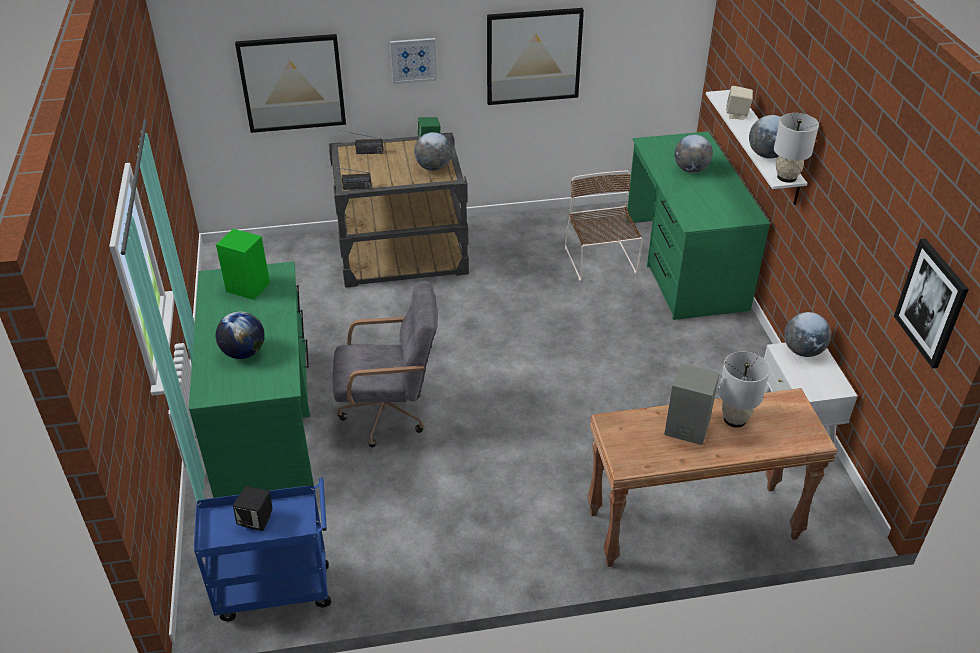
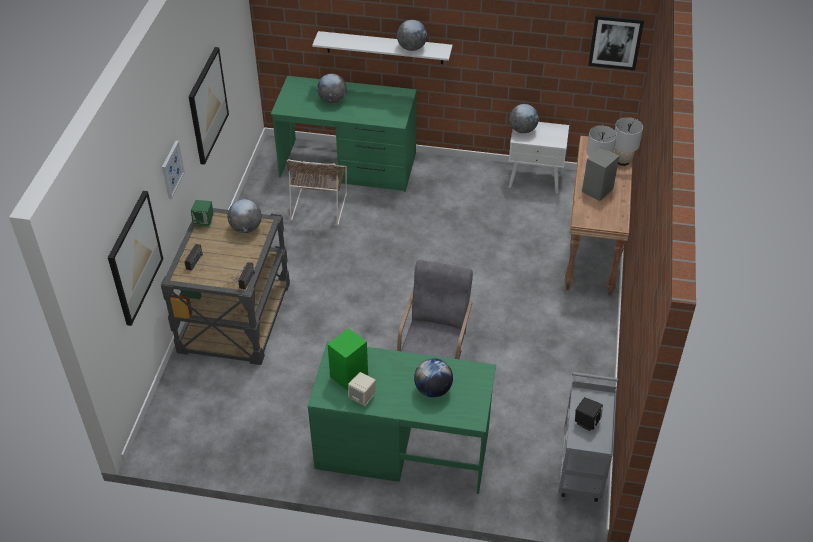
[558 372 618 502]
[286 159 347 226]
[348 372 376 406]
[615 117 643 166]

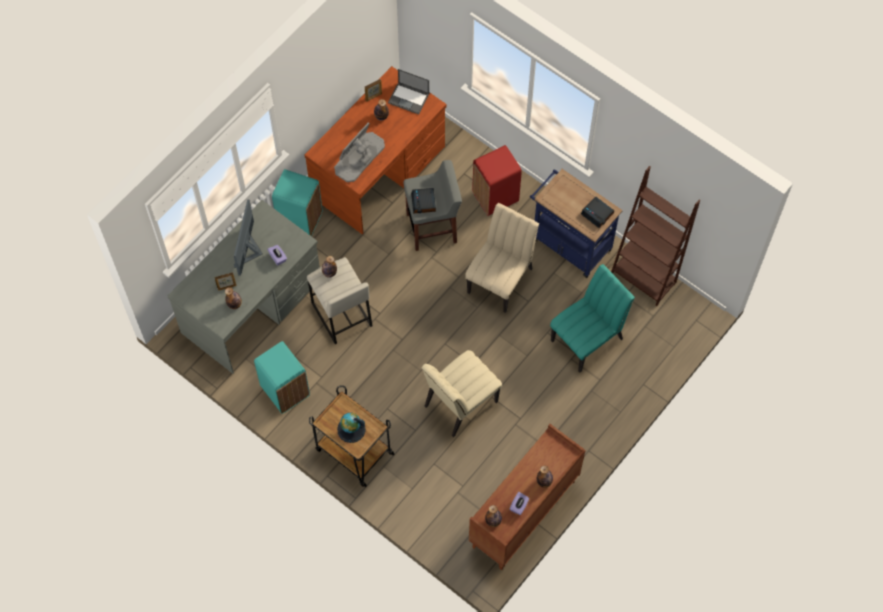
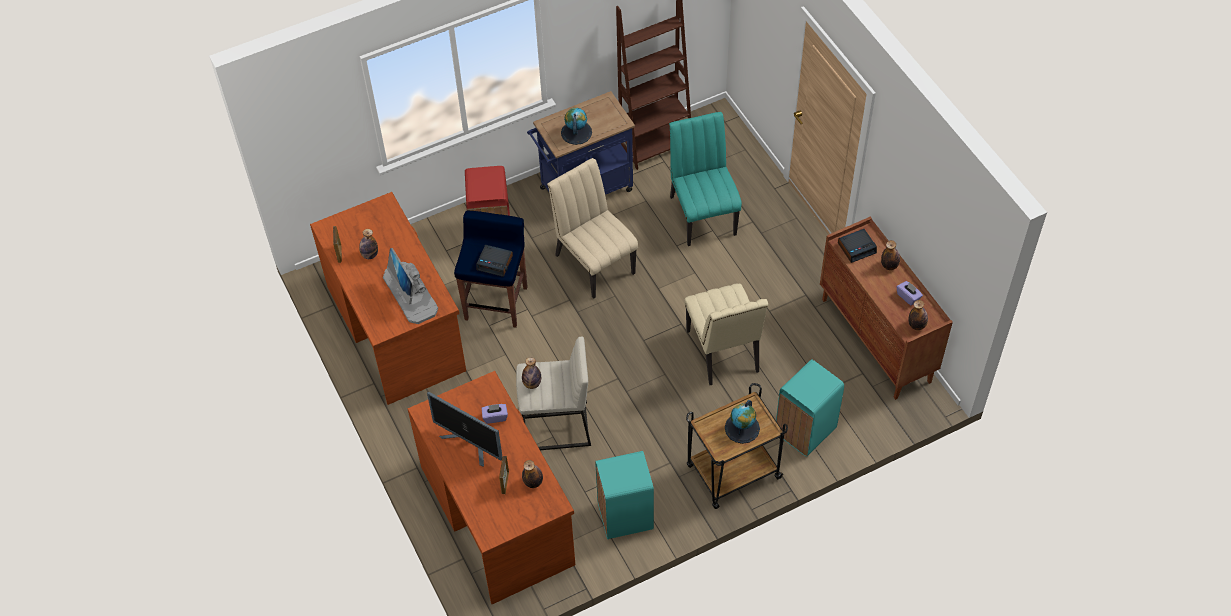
[408 371 575 604]
[776 360 844 457]
[388 69 429 114] (first image)
[454 211 528 328]
[838 229 877 263]
[561 108 592 145]

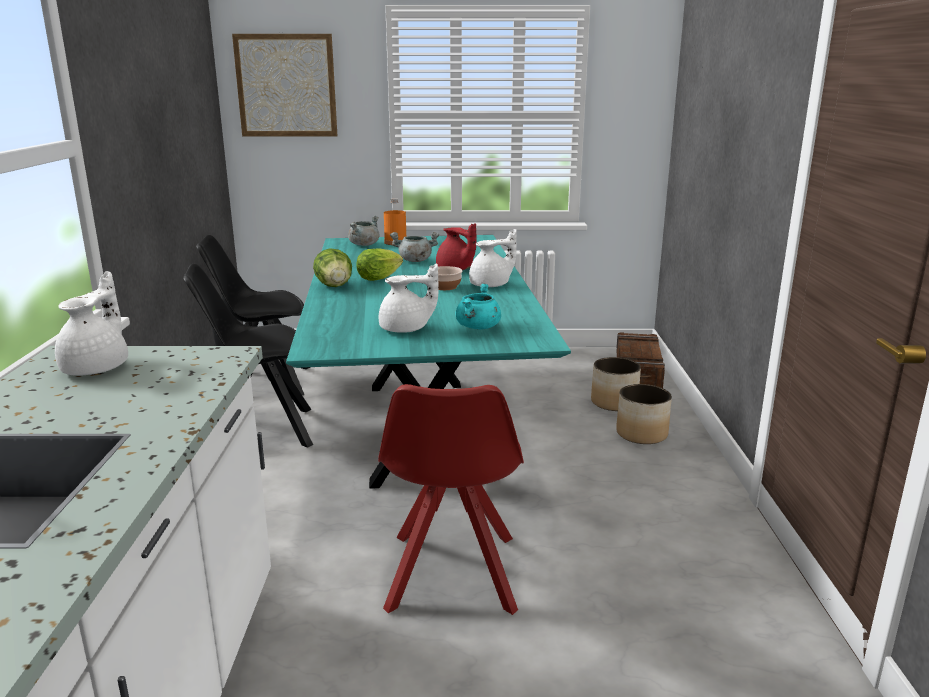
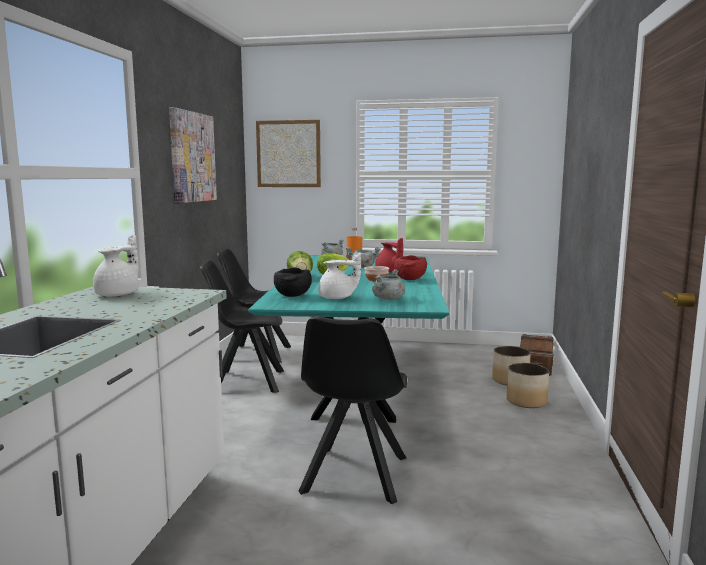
[298 316 407 504]
[372 269 405 300]
[394 255 427 280]
[169 107 217 203]
[274 268 312 297]

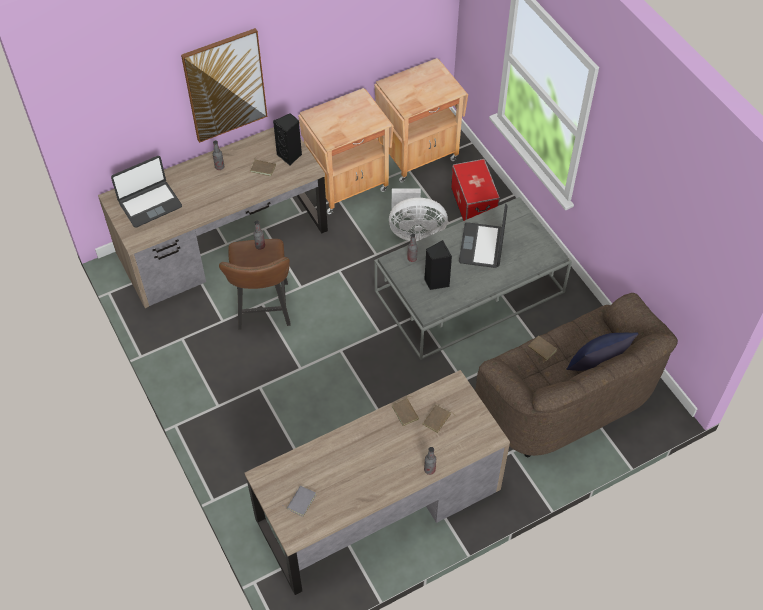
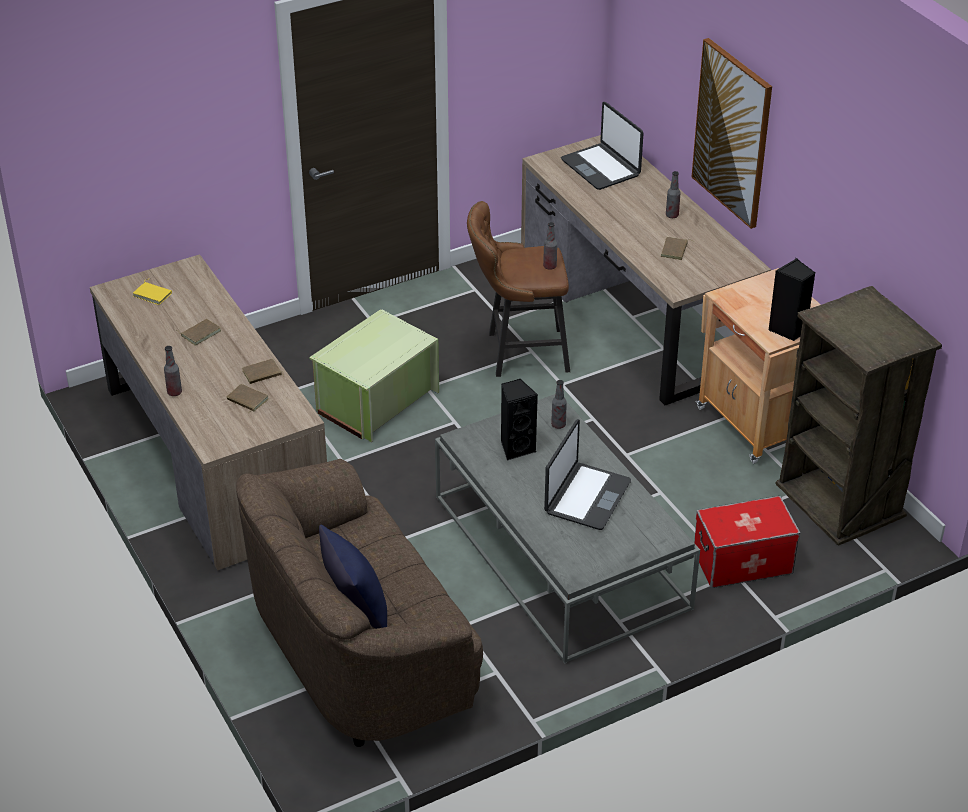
[769 259 815 341]
[133 278 172 305]
[775 286 942 545]
[389 188 448 241] (first image)
[544 419 631 530]
[177 319 221 346]
[309 309 439 442]

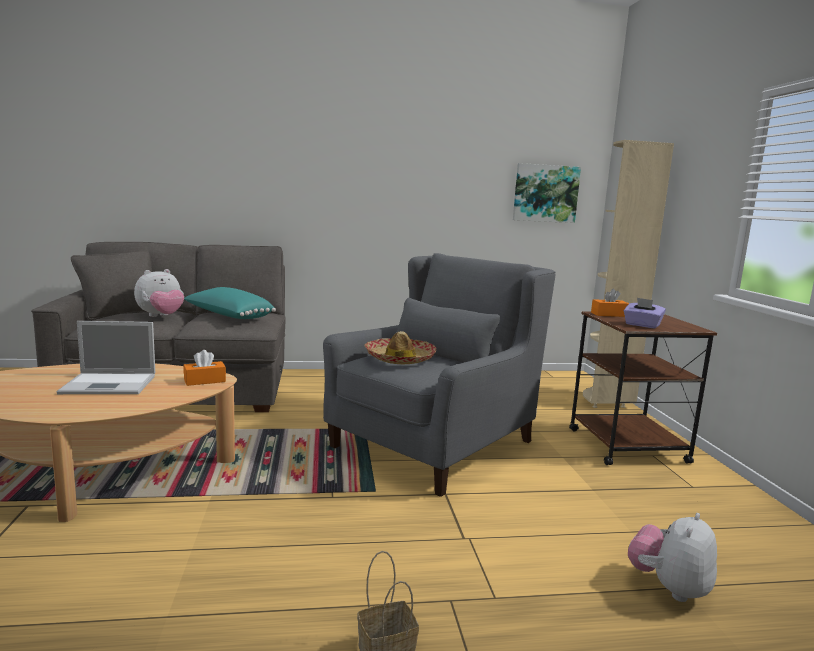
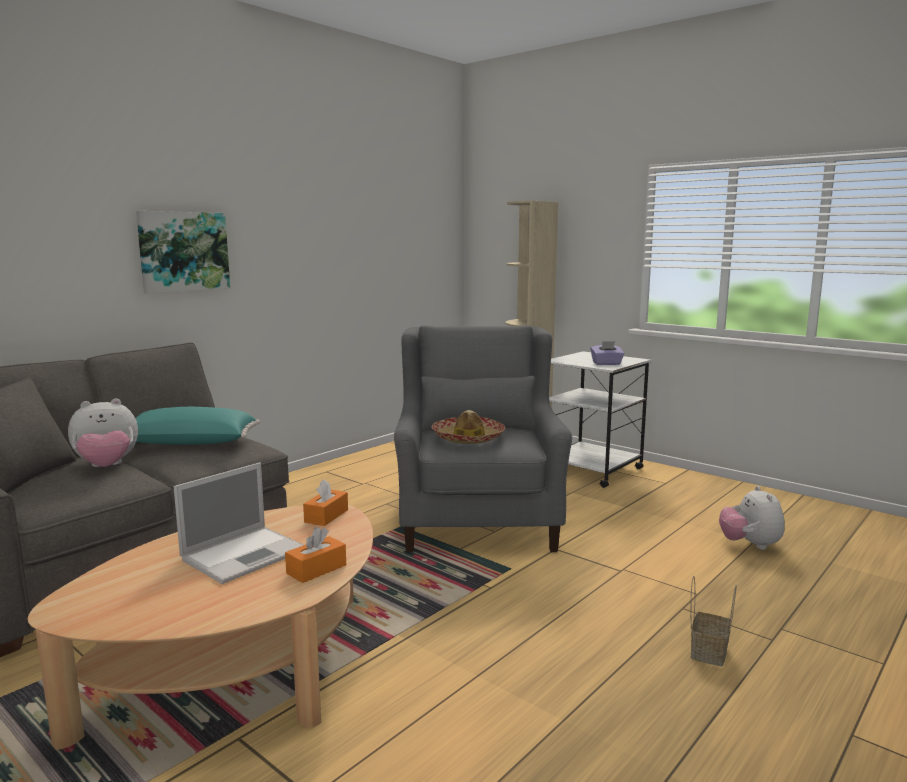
[68 398 138 467]
[136 211 230 293]
[549 351 651 488]
[285 527 346 583]

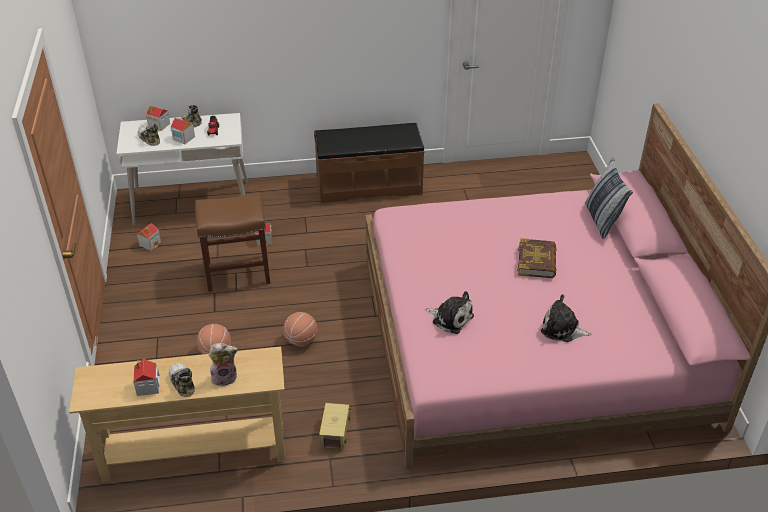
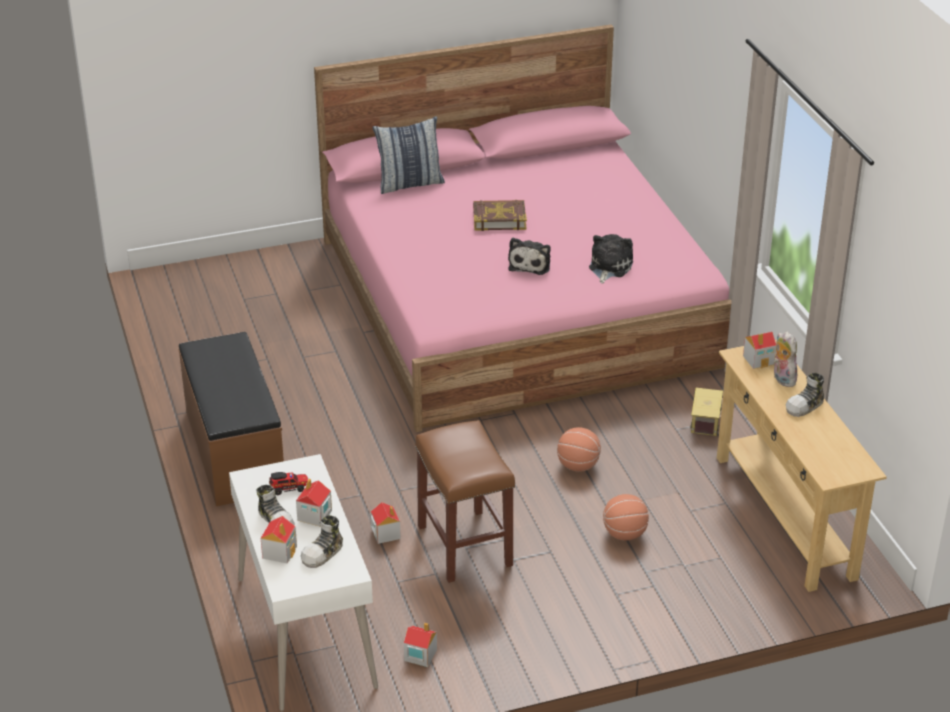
[743 332 776 369]
[691 388 723 436]
[508 238 551 275]

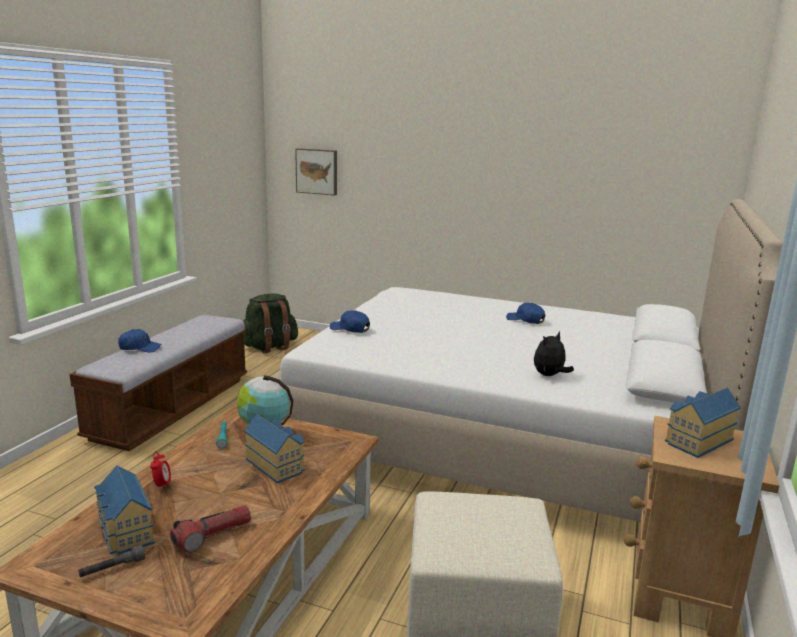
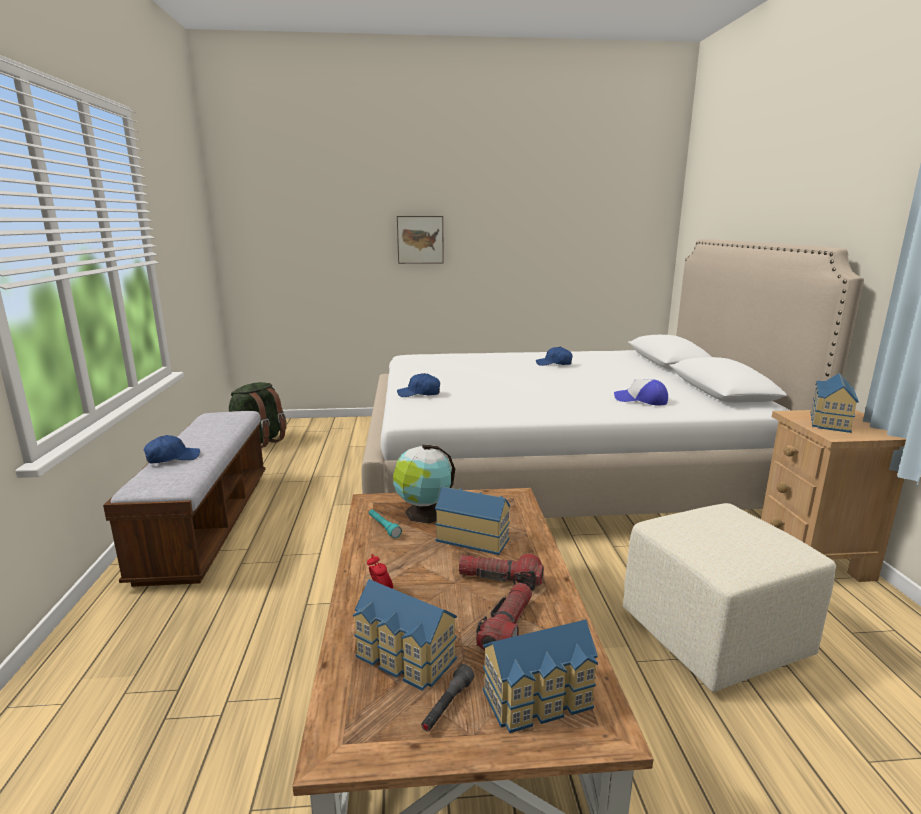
[397 216 444 264]
[614 379 668 406]
[459 554 544 591]
[483 619 598 733]

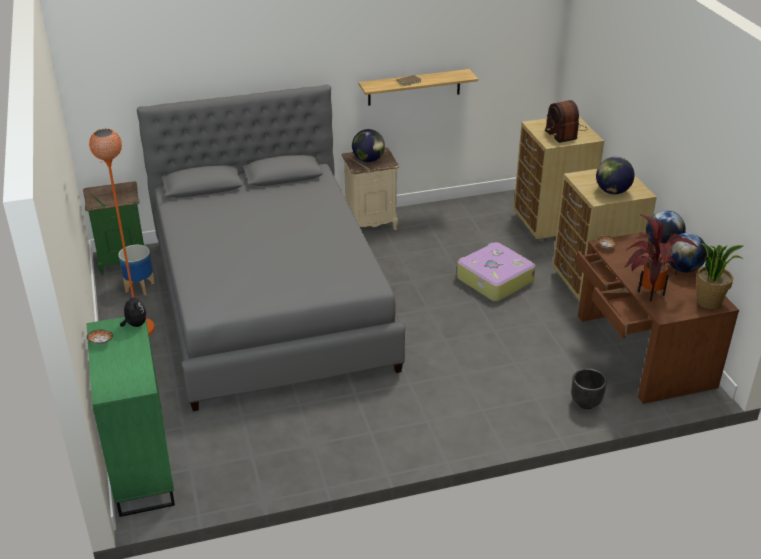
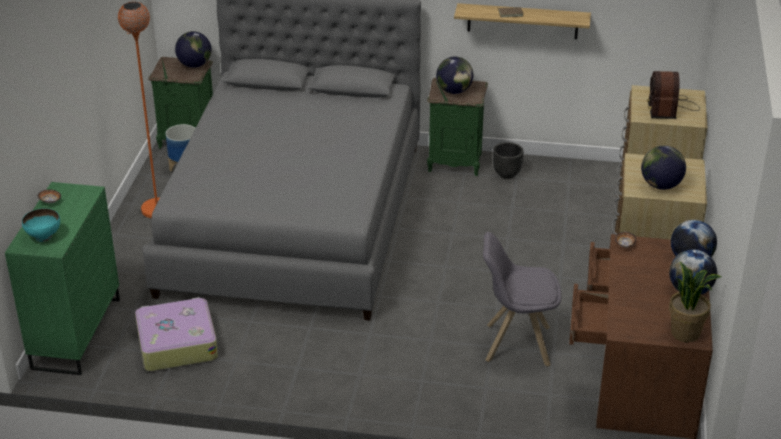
[120 293 147 327] (first image)
[427 78 488 176]
[135 297 218 371]
[493 142 524 179]
[625 214 698 301] (first image)
[22 208 60 242]
[175 31 211 68]
[483 232 561 367]

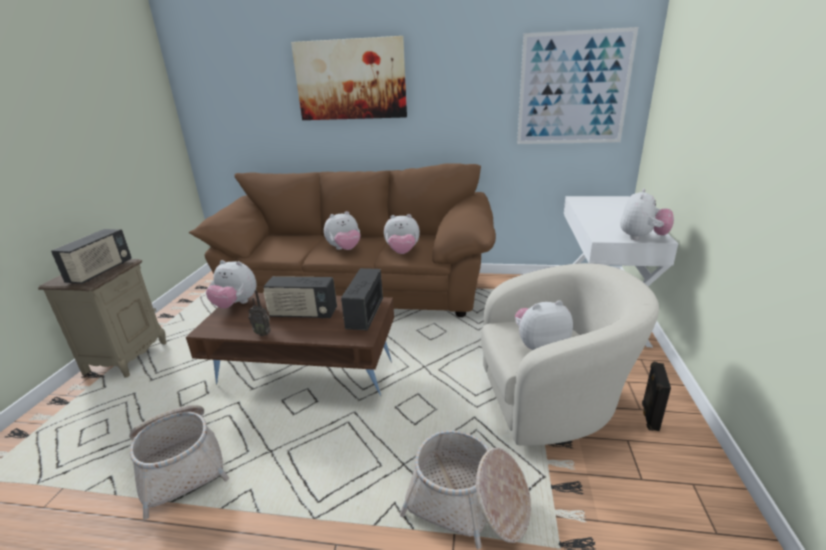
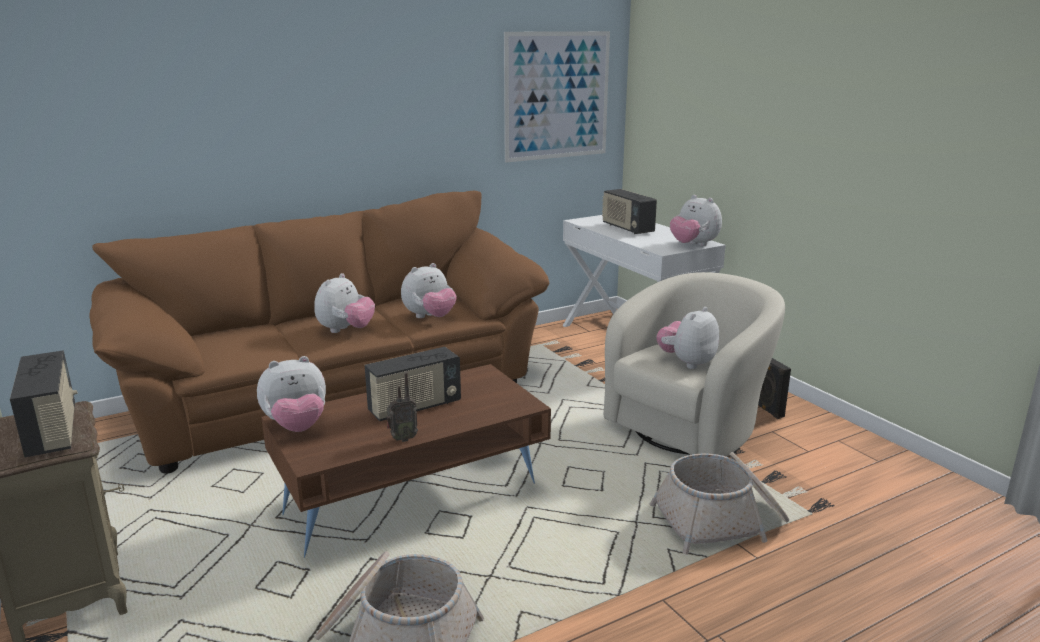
[291 36 407 120] (first image)
[602 189 657 234]
[670 195 722 246]

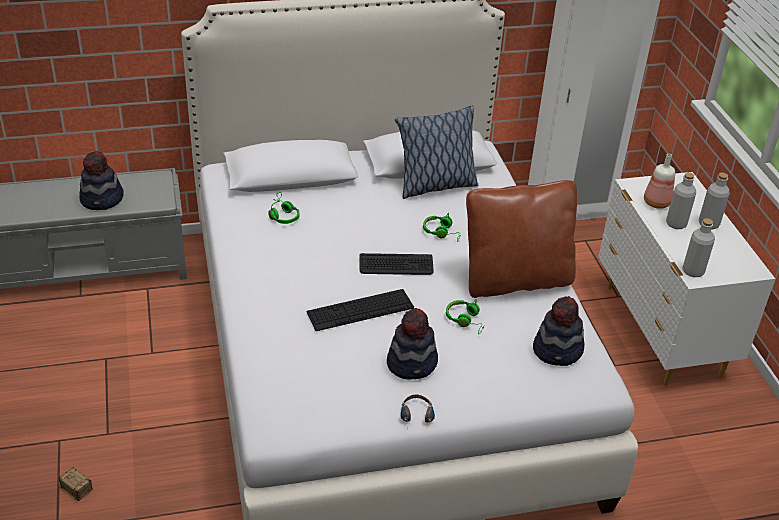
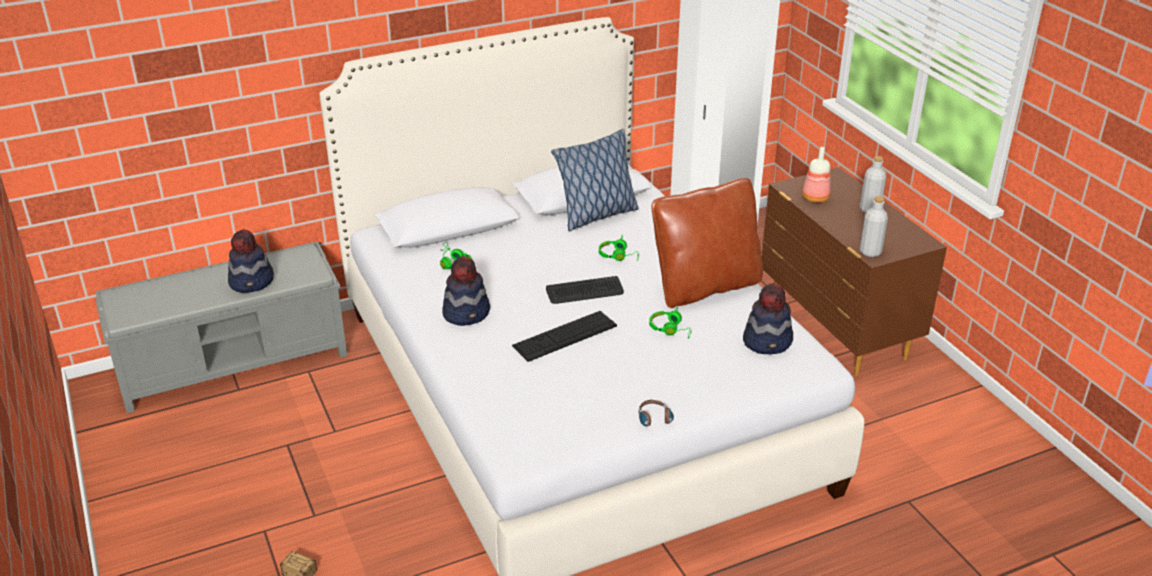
[442 256 490 326]
[761 167 947 376]
[666 172 696 229] (first image)

